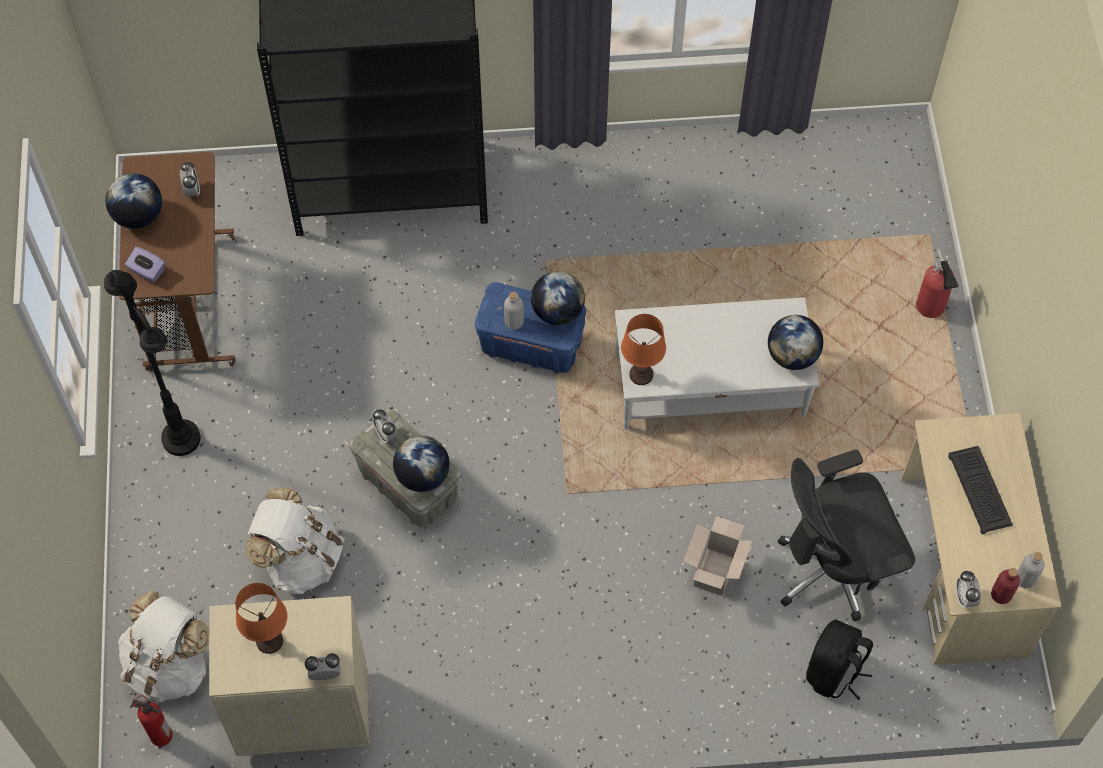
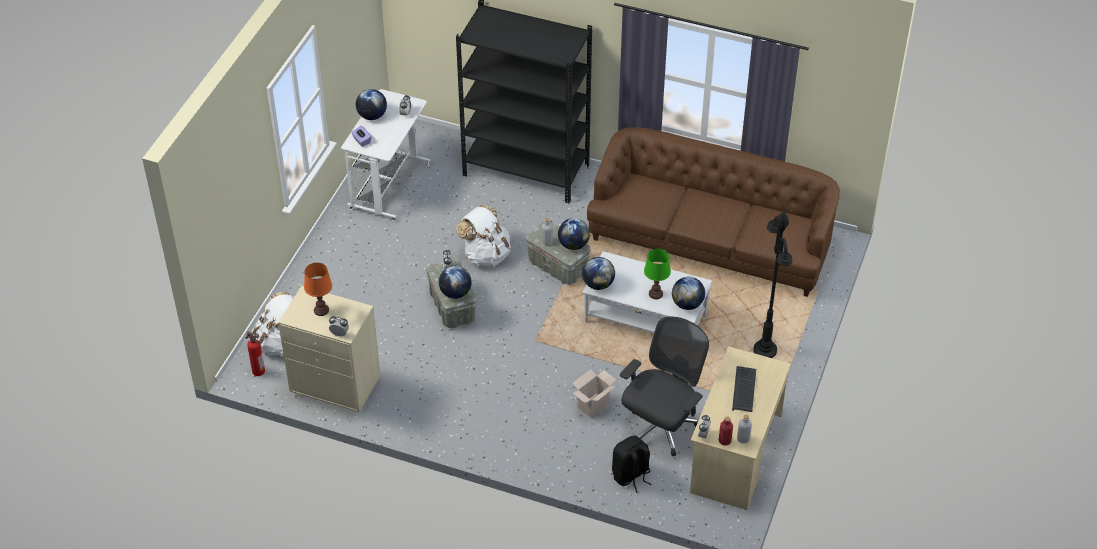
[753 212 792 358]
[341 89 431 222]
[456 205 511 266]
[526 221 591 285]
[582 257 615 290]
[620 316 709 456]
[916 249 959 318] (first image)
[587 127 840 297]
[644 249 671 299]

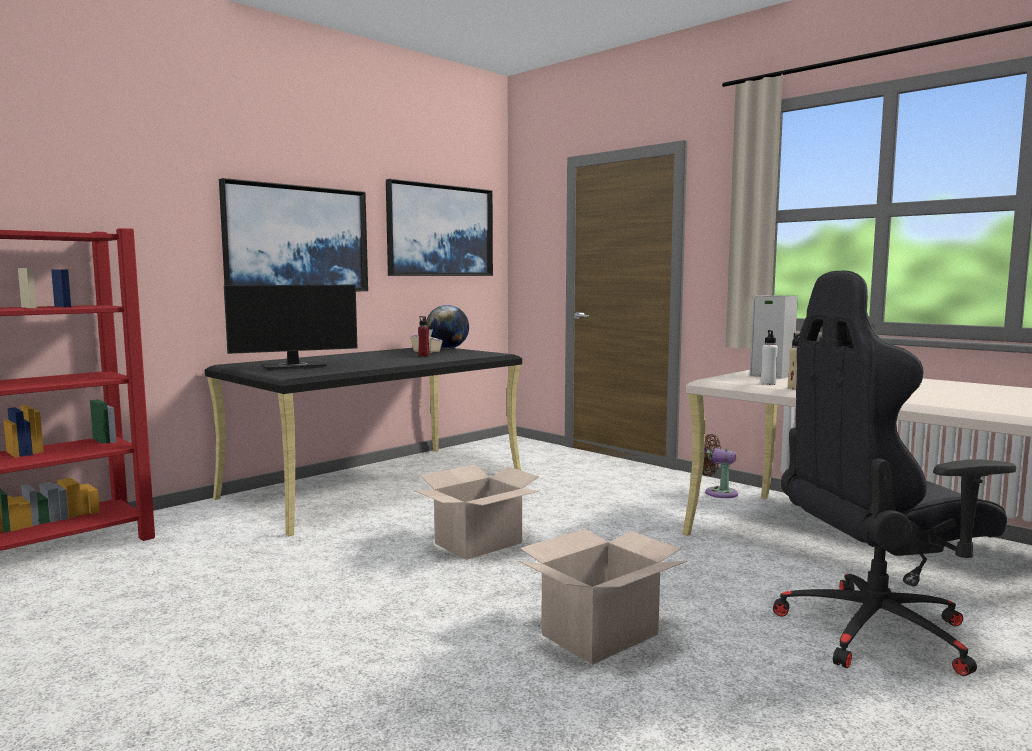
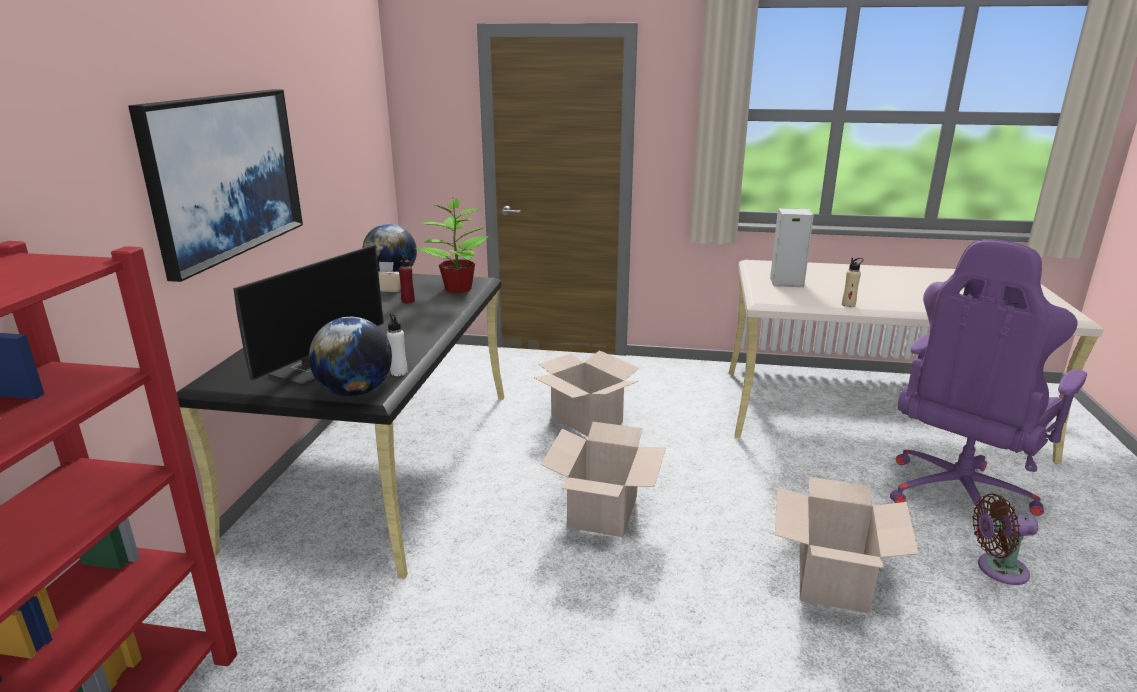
[386 179 493 276] (first image)
[972 494 1038 585]
[387 313 407 376]
[890 239 1087 538]
[309 317 392 396]
[416 197 489 293]
[534 350 639 437]

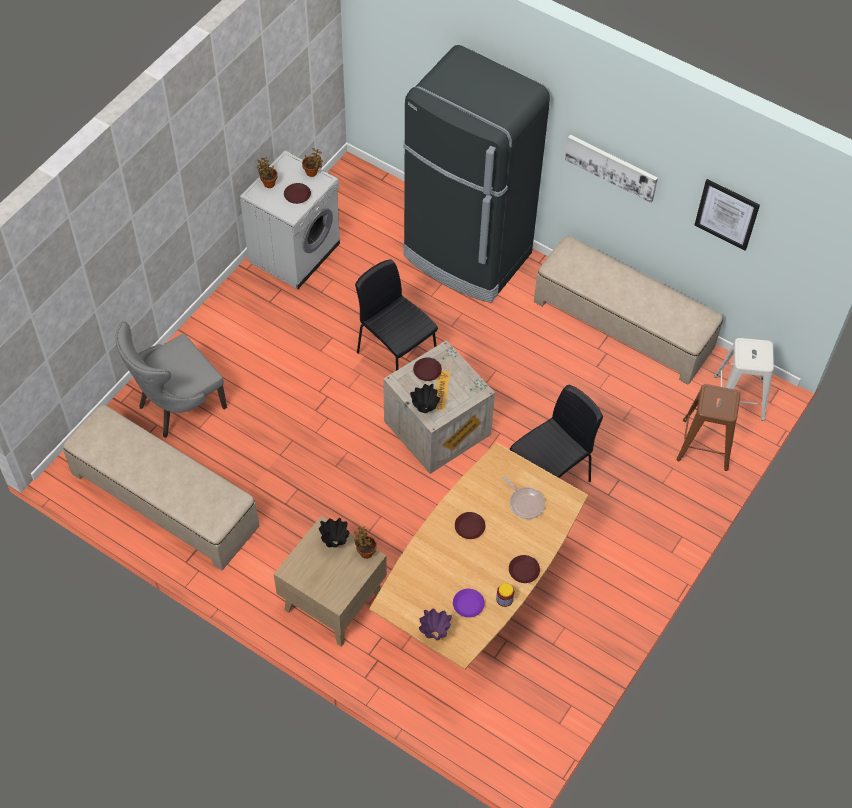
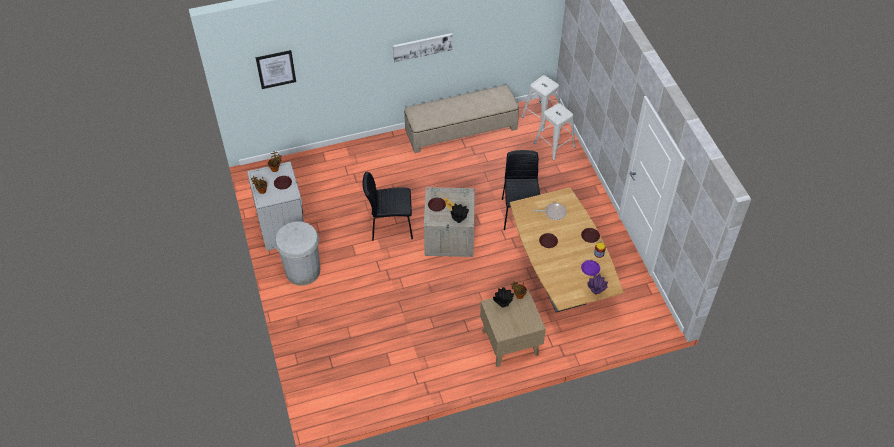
[63 405 259 570] (first image)
[116 322 227 438] (first image)
[403 45 550 303] (first image)
[534 103 576 160]
[255 50 296 89]
[275 222 320 286]

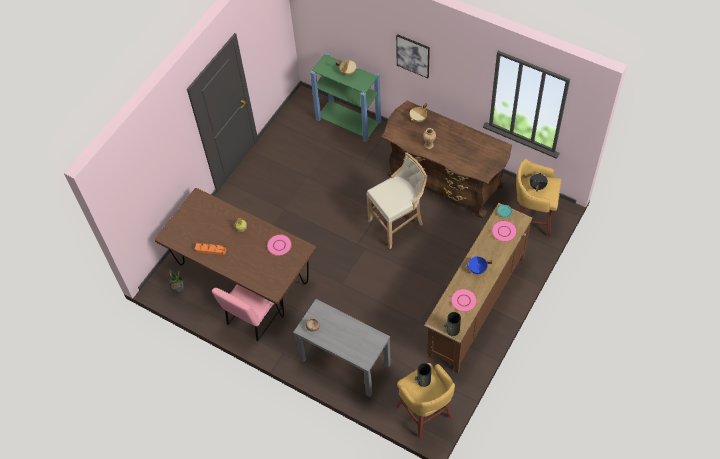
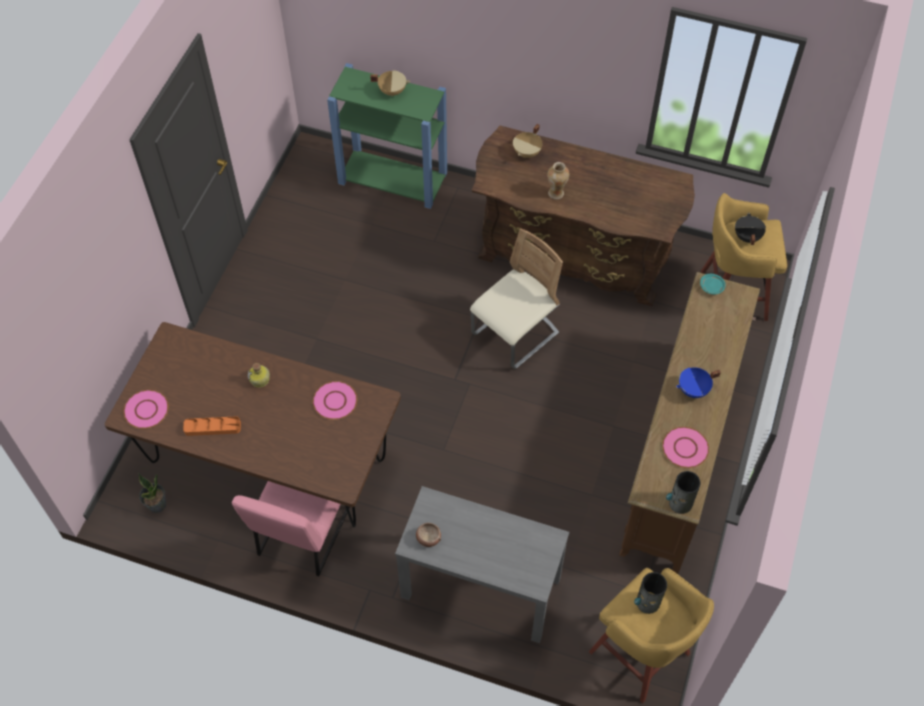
[470 228 563 369]
[396 34 430 78] (first image)
[123 390 169 429]

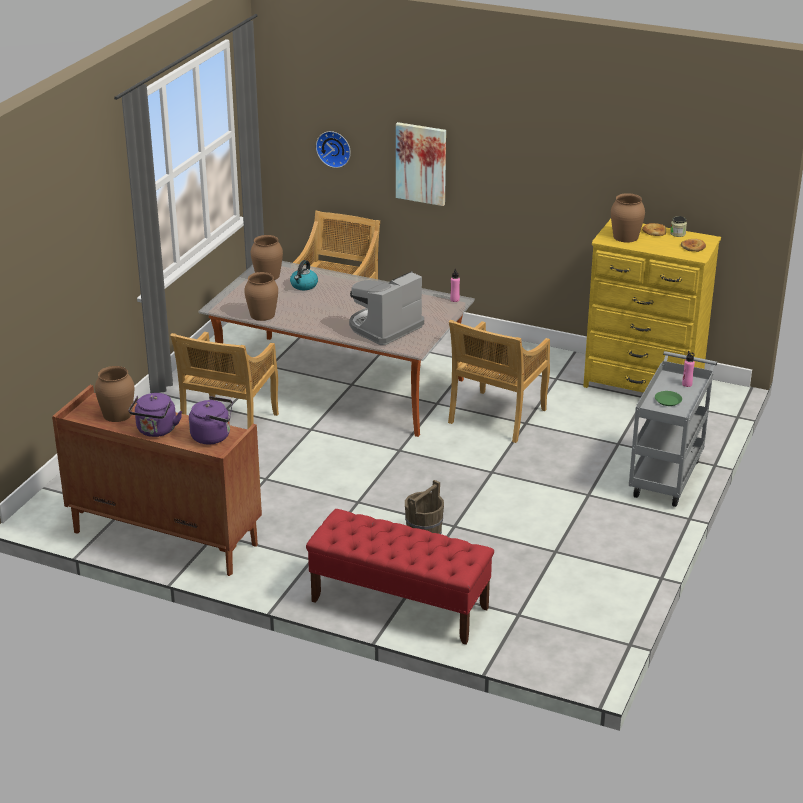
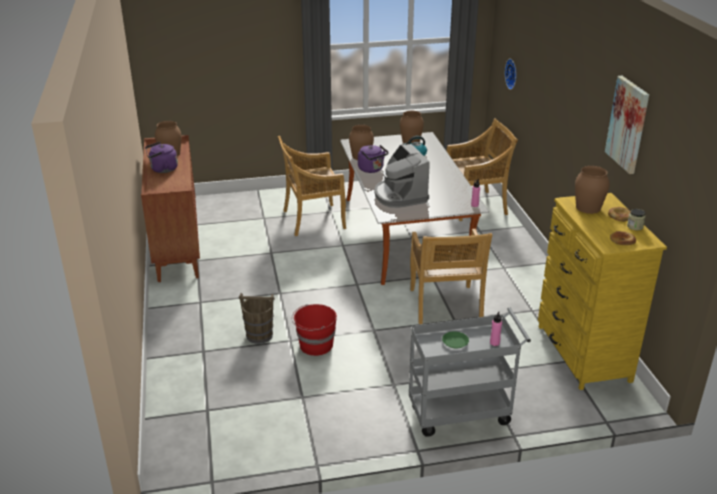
[358 145 389 173]
[306 509 494 644] (first image)
[374 144 430 208]
[605 76 649 174]
[410 229 492 324]
[292 304 337 356]

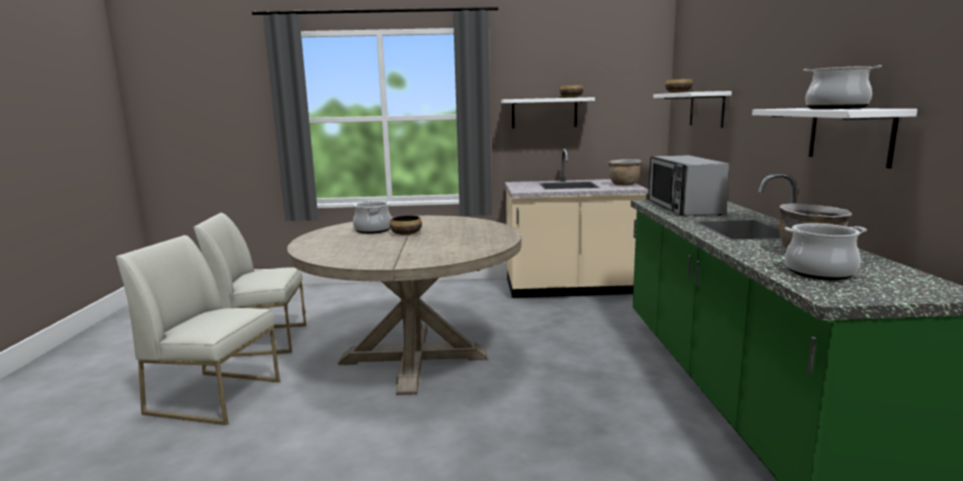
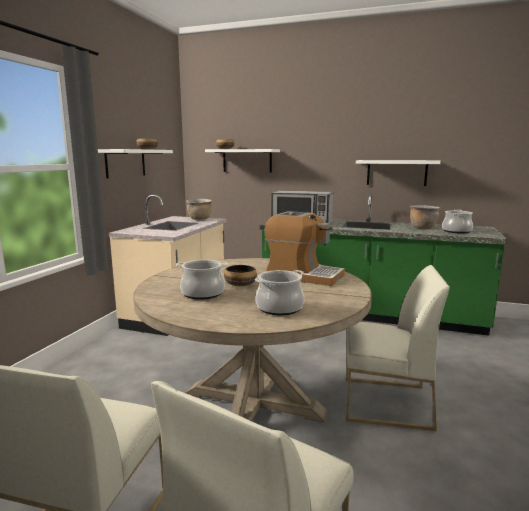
[255 270 304 315]
[265 211 345 286]
[346 265 450 431]

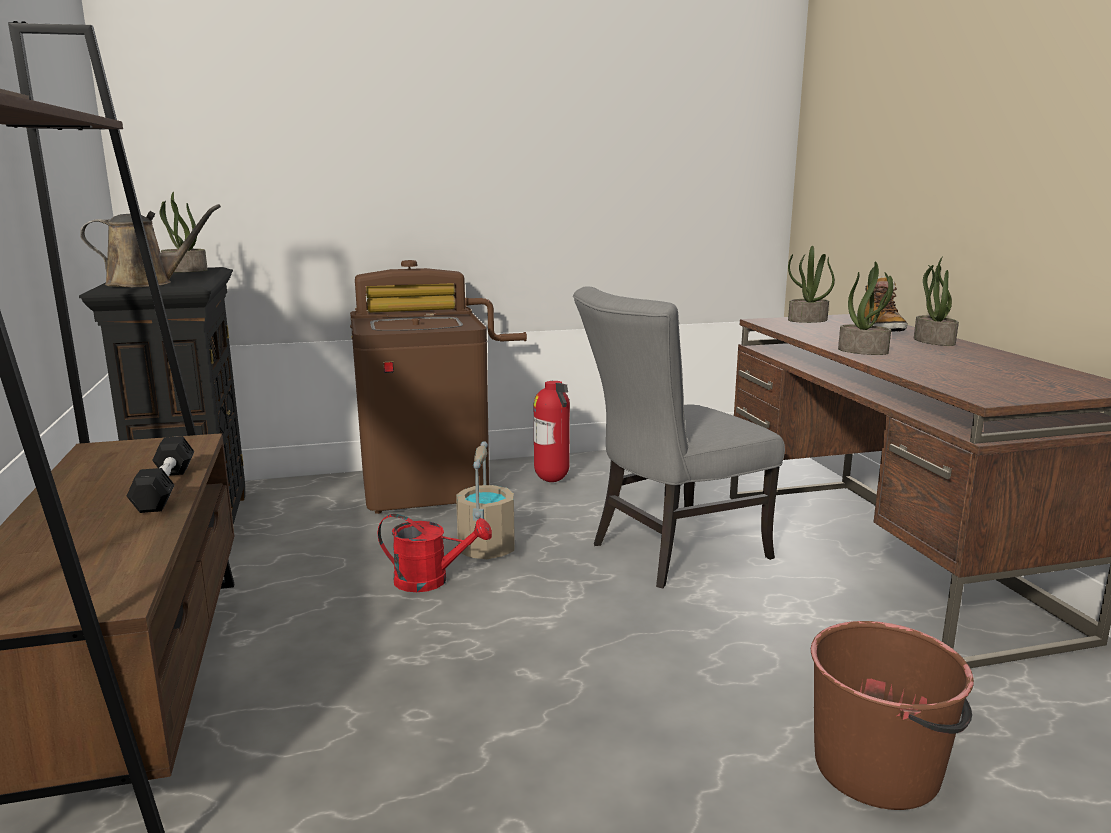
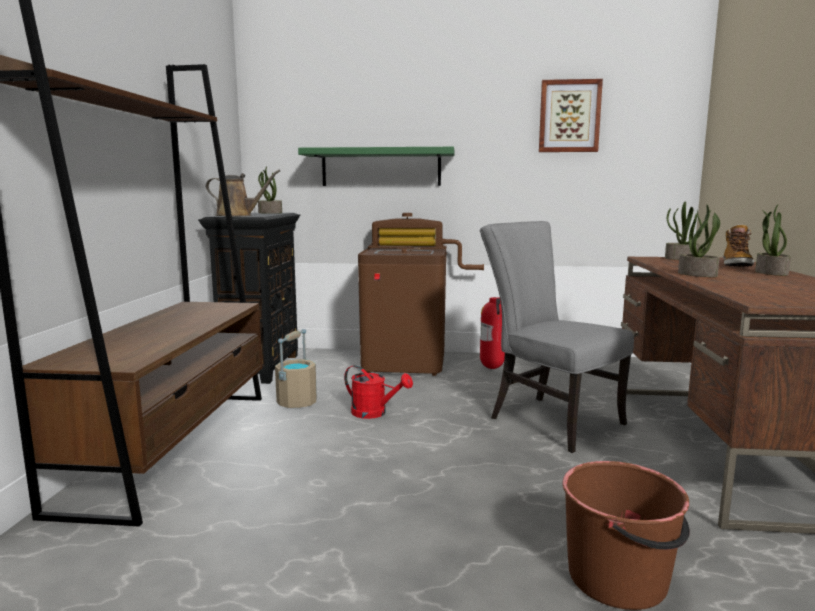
[127 436 195 513] (first image)
[275 329 317 408]
[480 221 634 453]
[298 147 455 186]
[539 79 603 152]

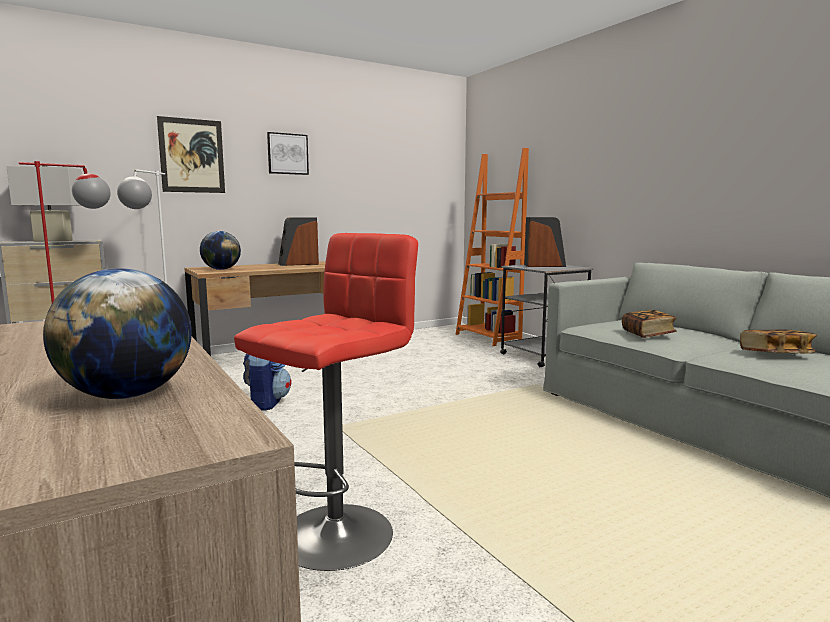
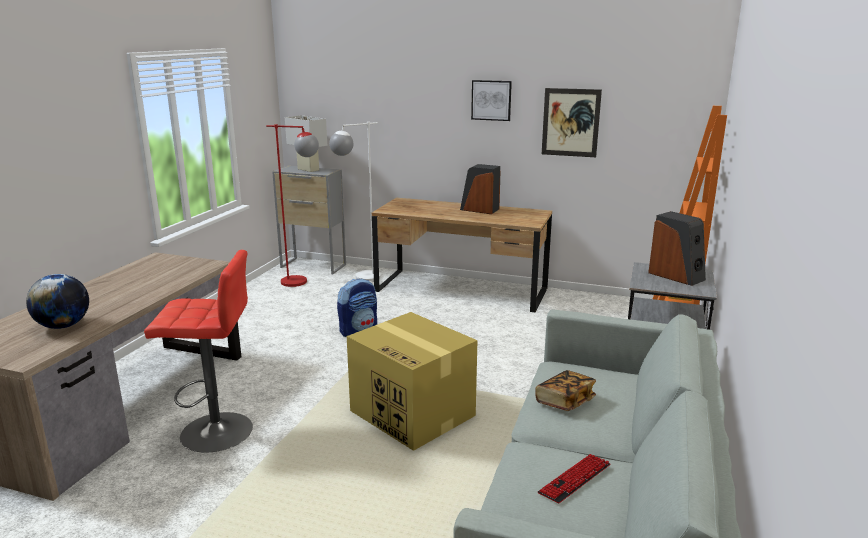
[542 88 602 157]
[200 231 241 270] (first image)
[538 454 610 504]
[347 312 477 451]

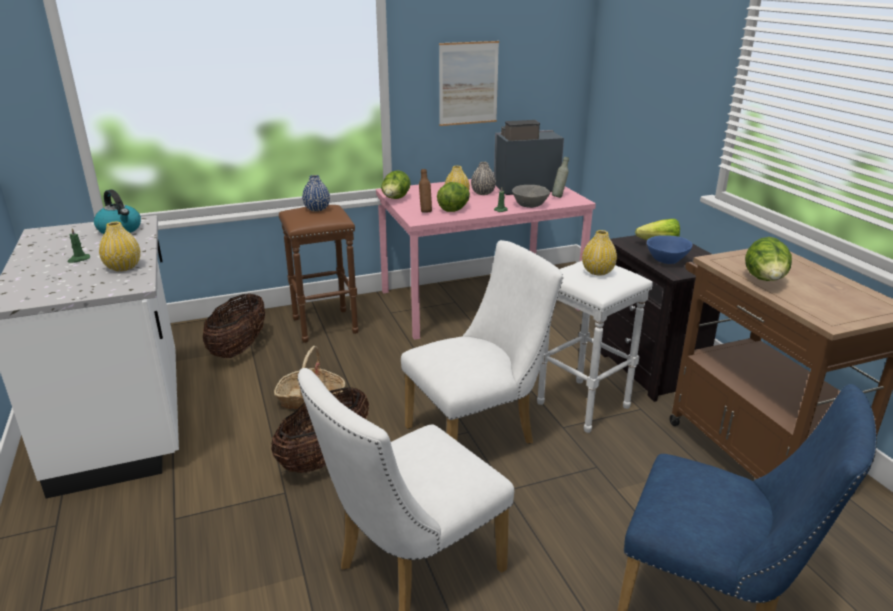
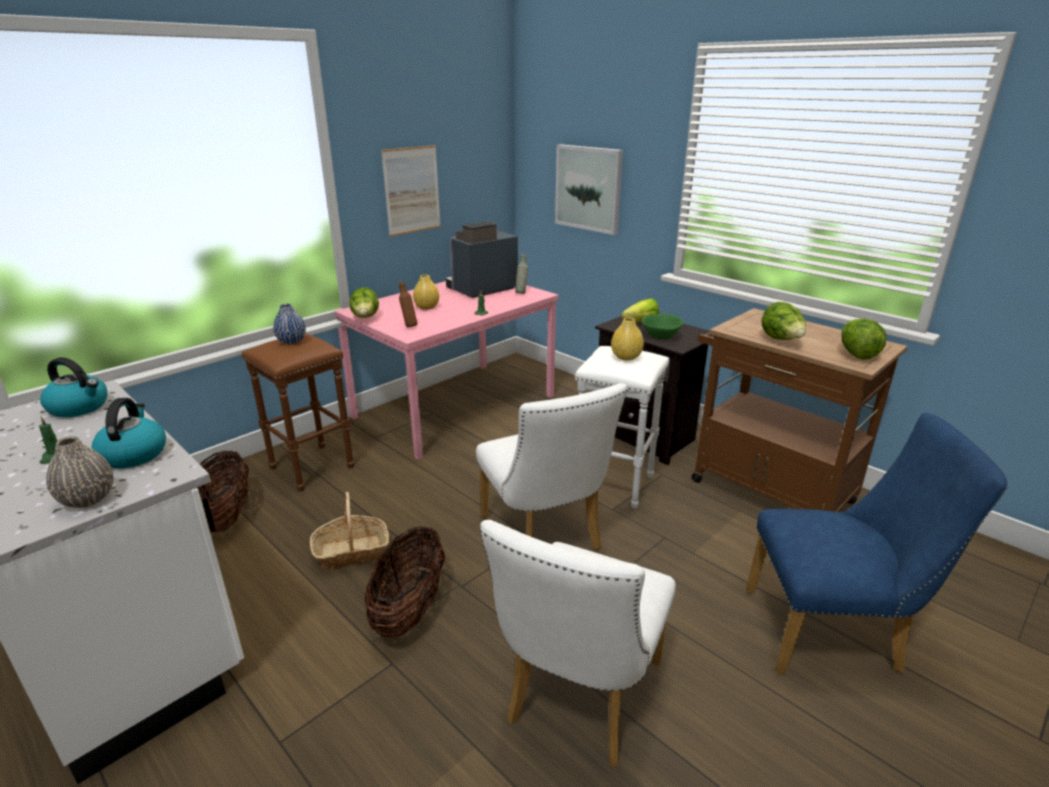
[92 398 166 468]
[476 383 627 550]
[841 319 887 360]
[46 436 113 508]
[512 185 550 208] (first image)
[642 314 683 340]
[555 144 623 235]

